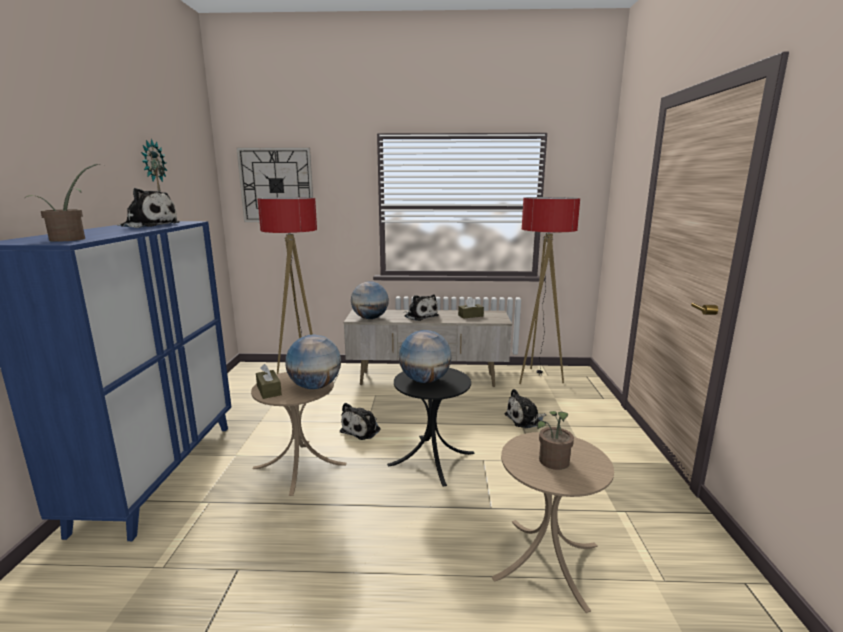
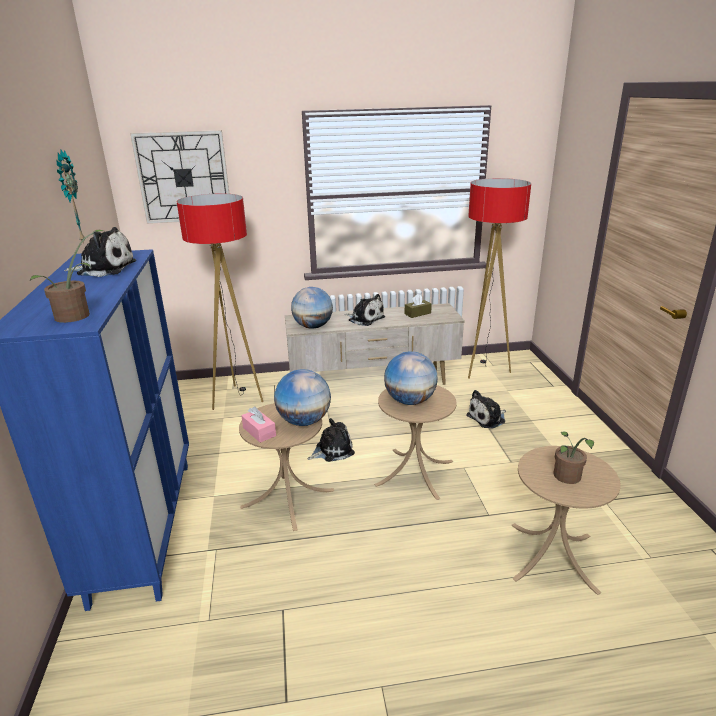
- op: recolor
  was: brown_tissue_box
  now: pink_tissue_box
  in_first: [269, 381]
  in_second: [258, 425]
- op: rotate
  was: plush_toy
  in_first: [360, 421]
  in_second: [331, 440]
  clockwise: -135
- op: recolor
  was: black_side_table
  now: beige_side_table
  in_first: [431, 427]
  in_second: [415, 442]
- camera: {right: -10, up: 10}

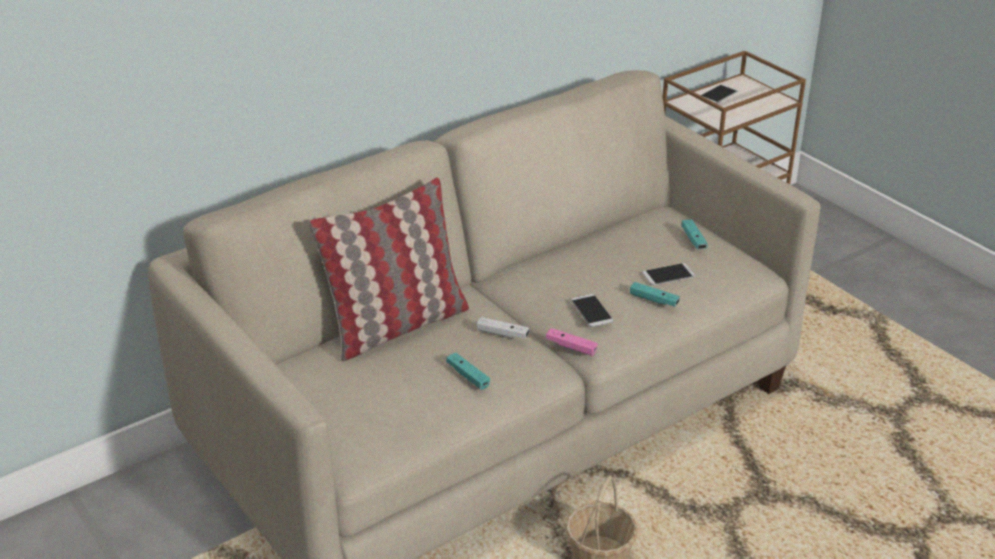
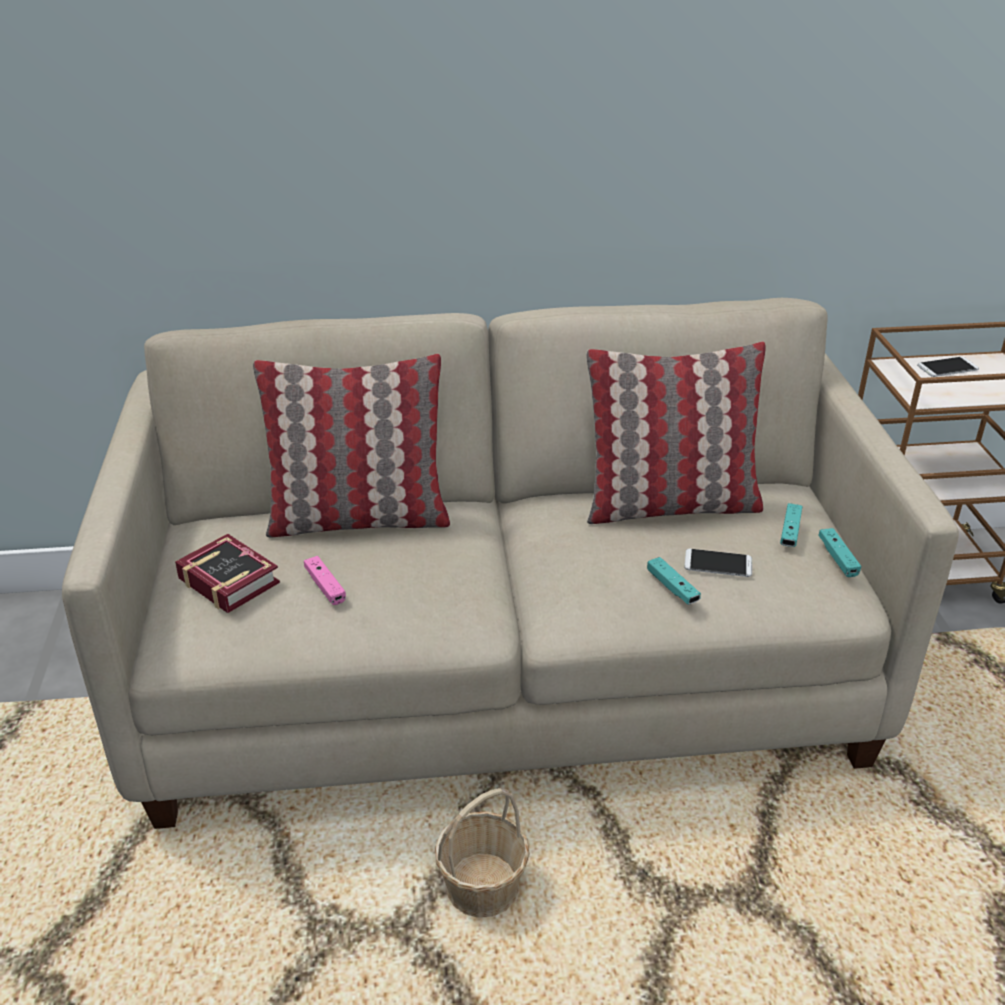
- op: insert
  now: book
  in_second: [227, 573]
- op: move
  was: pink_game_controller
  in_first: [572, 342]
  in_second: [325, 580]
- op: insert
  now: pillow
  in_second: [676, 432]
- op: move
  was: turquoise_game_controller
  in_first: [468, 371]
  in_second: [839, 552]
- op: delete
  was: white_game_controller
  in_first: [503, 328]
- op: delete
  was: phone
  in_first: [592, 310]
- camera: {right: 30, up: 0}

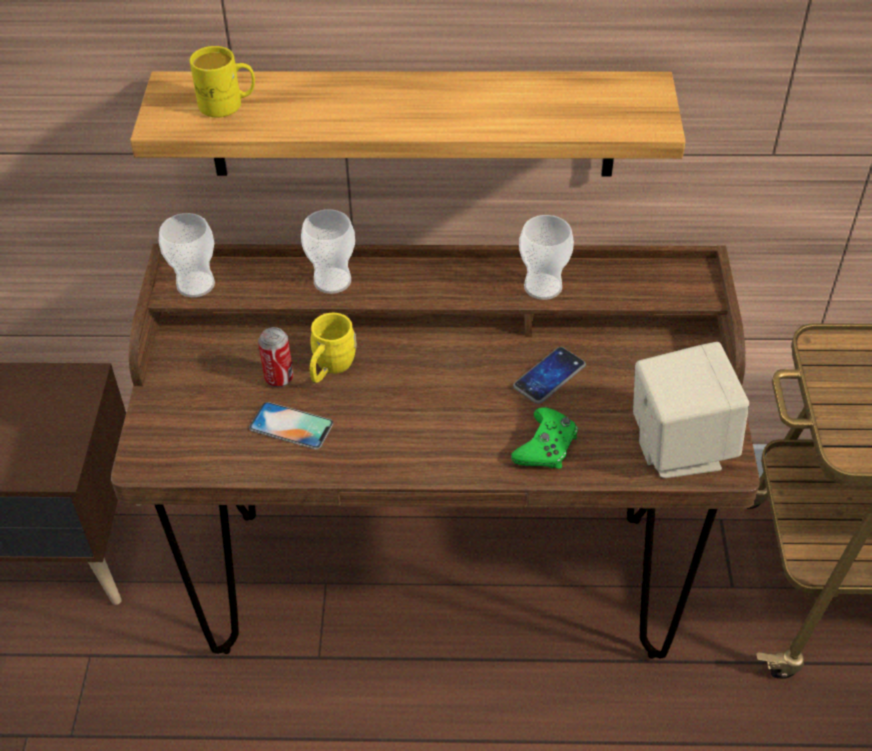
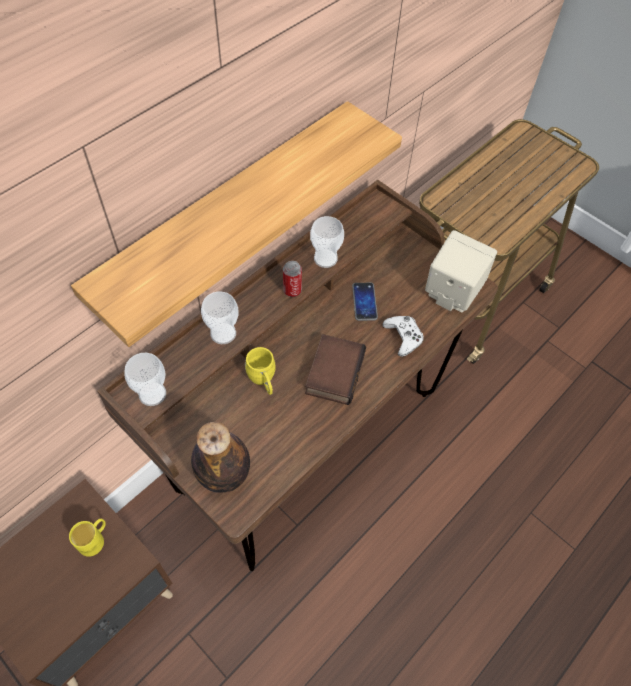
- op: move
  was: yellow_mug
  in_first: [222, 81]
  in_second: [87, 538]
- op: insert
  now: bottle
  in_second: [220, 457]
- op: move
  was: can
  in_first: [276, 357]
  in_second: [292, 279]
- op: insert
  now: book
  in_second: [335, 369]
- op: recolor
  was: green_game_controller
  now: white_game_controller
  in_first: [544, 438]
  in_second: [403, 336]
- op: delete
  was: phone
  in_first: [291, 425]
- camera: {right: -50, up: 10}

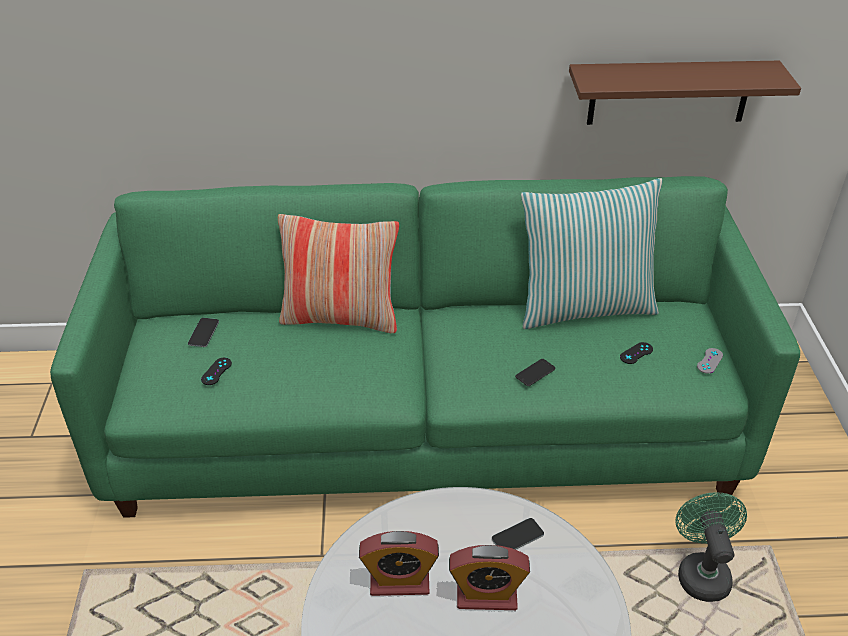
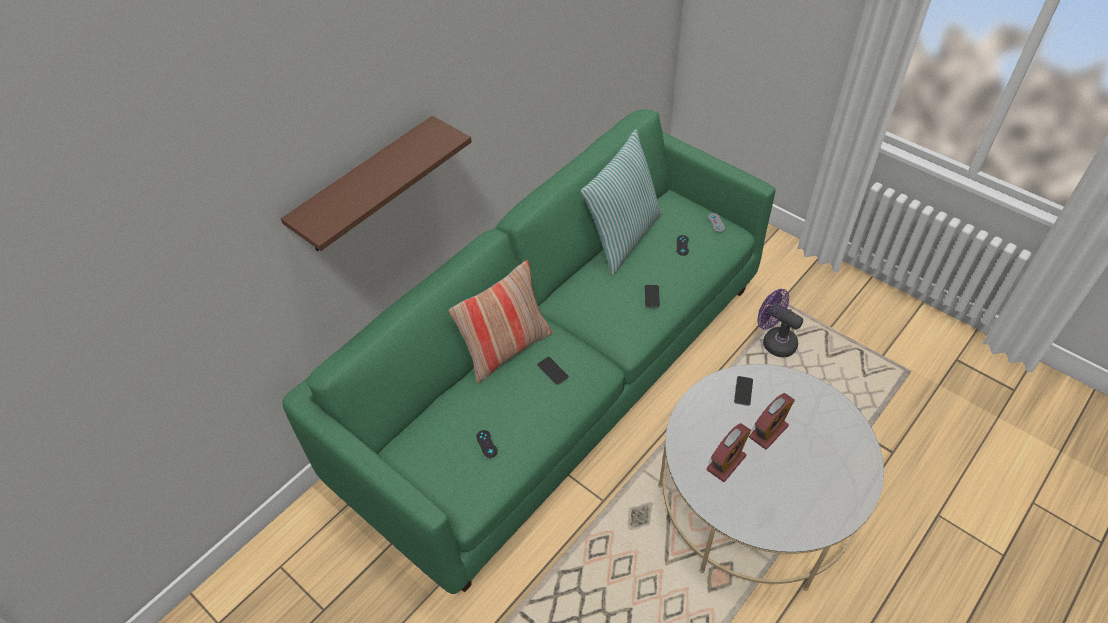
- op: move
  was: brown_shelf
  in_first: [685, 93]
  in_second: [376, 183]
- op: move
  was: phone
  in_first: [203, 332]
  in_second: [553, 371]
- op: recolor
  was: green_fan
  now: purple_fan
  in_first: [711, 547]
  in_second: [780, 323]
- camera: {right: -45, up: 10}

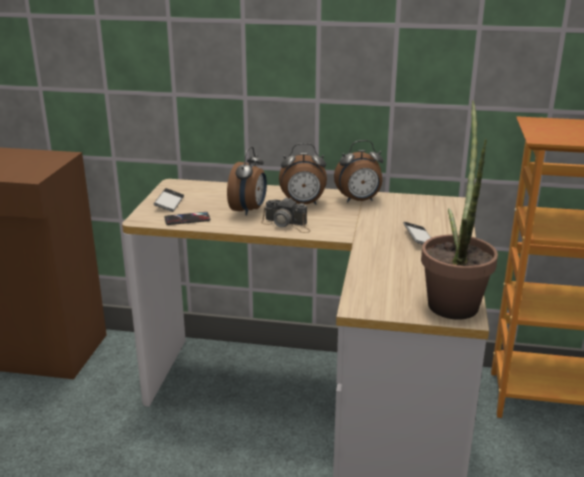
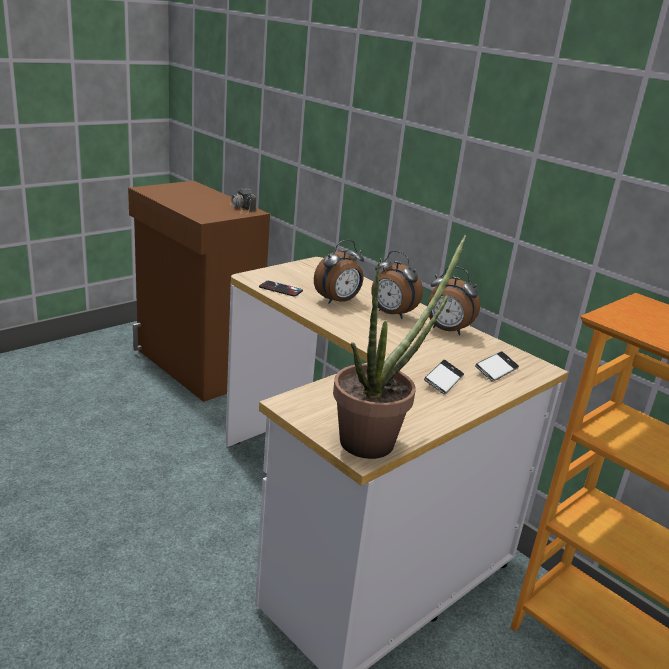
- op: move
  was: photo_camera
  in_first: [286, 215]
  in_second: [243, 201]
- op: move
  was: phone
  in_first: [169, 200]
  in_second: [497, 366]
- camera: {right: 35, up: 0}

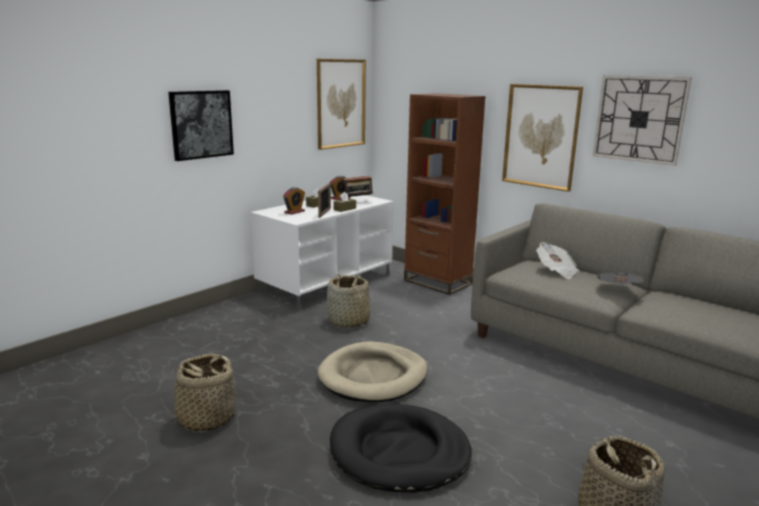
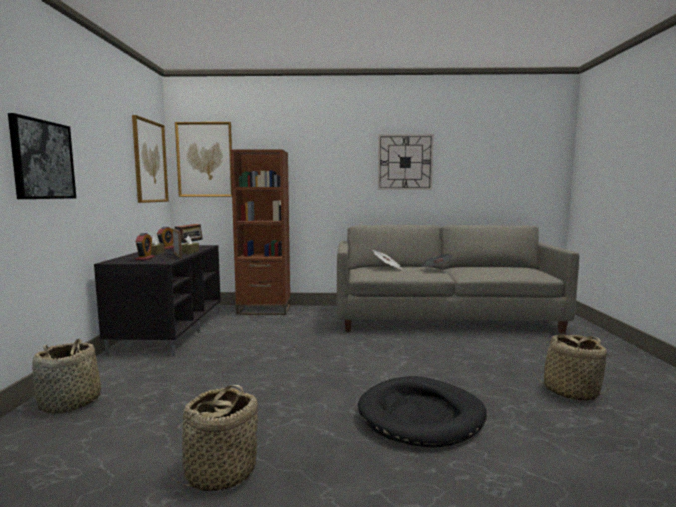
- op: move
  was: basket
  in_first: [348, 301]
  in_second: [66, 376]
- op: recolor
  was: white_tv_stand
  now: black_tv_stand
  in_first: [322, 252]
  in_second: [157, 300]
- op: move
  was: picture
  in_first: [542, 138]
  in_second: [203, 159]
- op: delete
  was: beige_dog_bed
  in_first: [373, 371]
- camera: {right: -40, up: -10}

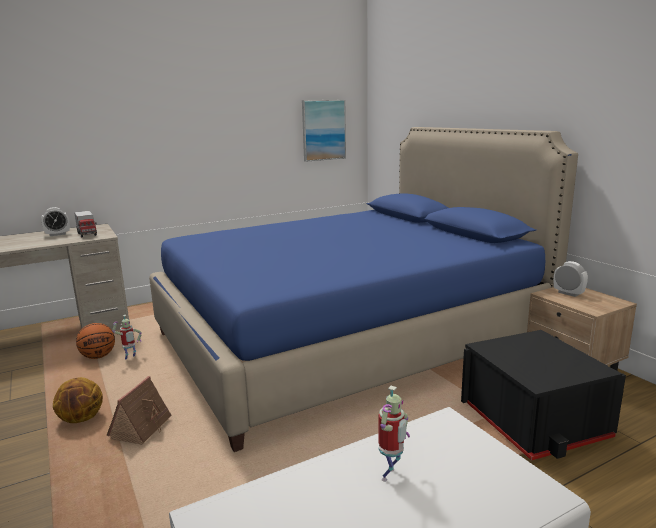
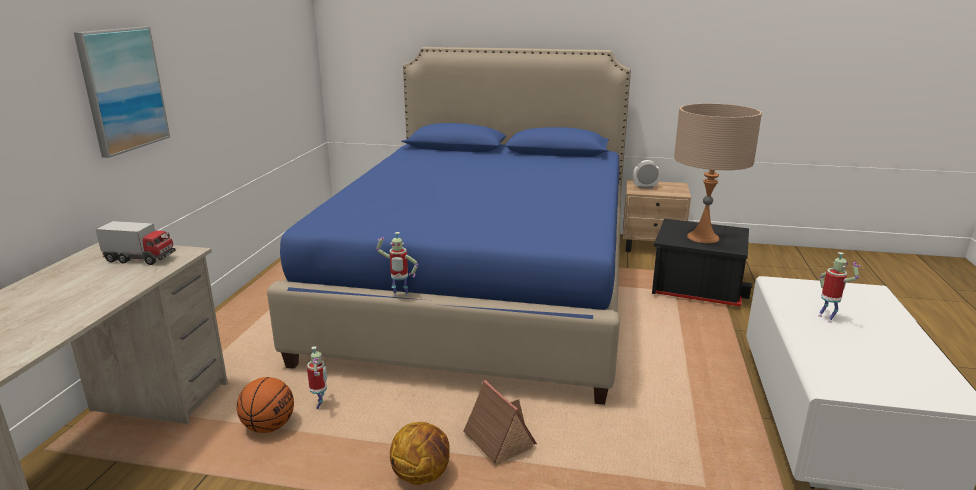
- op: move
  was: picture
  in_first: [324, 130]
  in_second: [122, 92]
- op: insert
  now: toy_robot
  in_second: [397, 264]
- op: insert
  now: beige_table_lamp
  in_second: [718, 173]
- op: delete
  was: alarm_clock
  in_first: [55, 221]
- camera: {right: -50, up: 5}

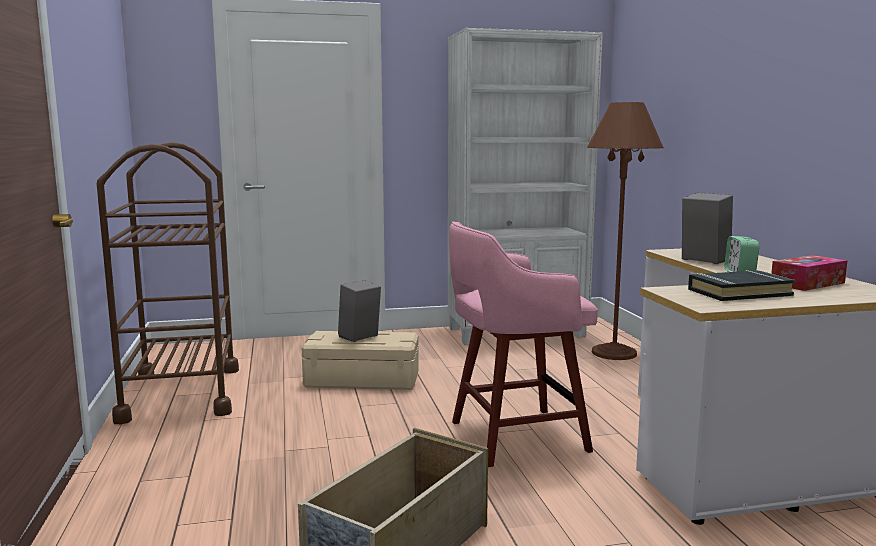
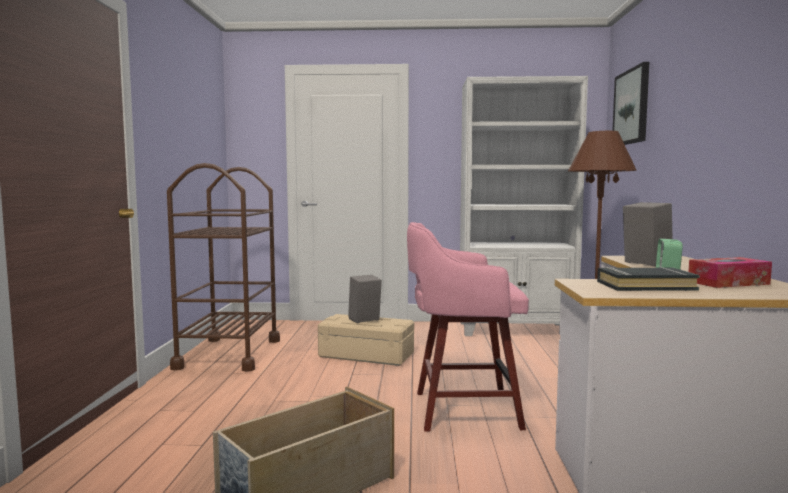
- op: insert
  now: picture
  in_second: [630, 103]
- camera: {right: 15, up: -5}

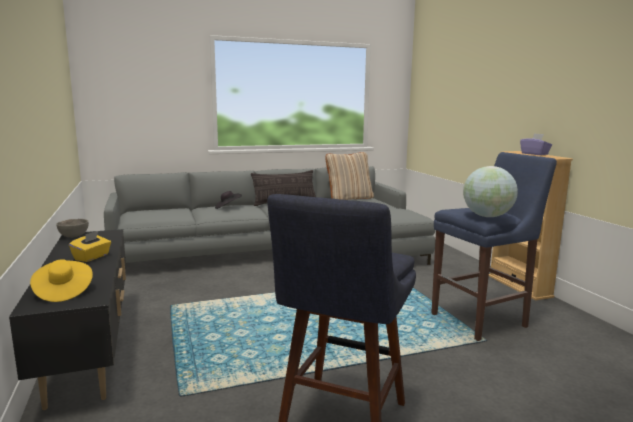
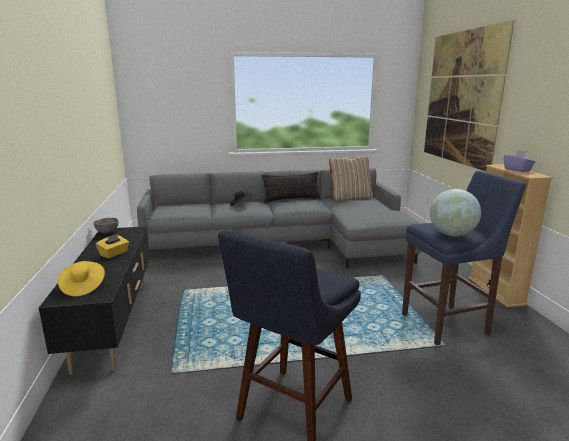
- op: insert
  now: picture
  in_second: [469, 96]
- camera: {right: 10, up: 5}

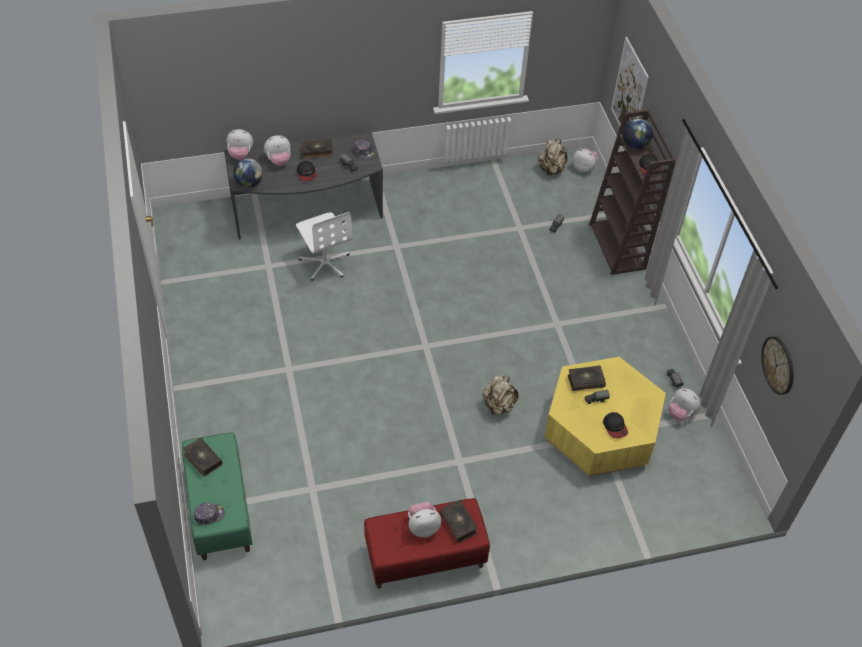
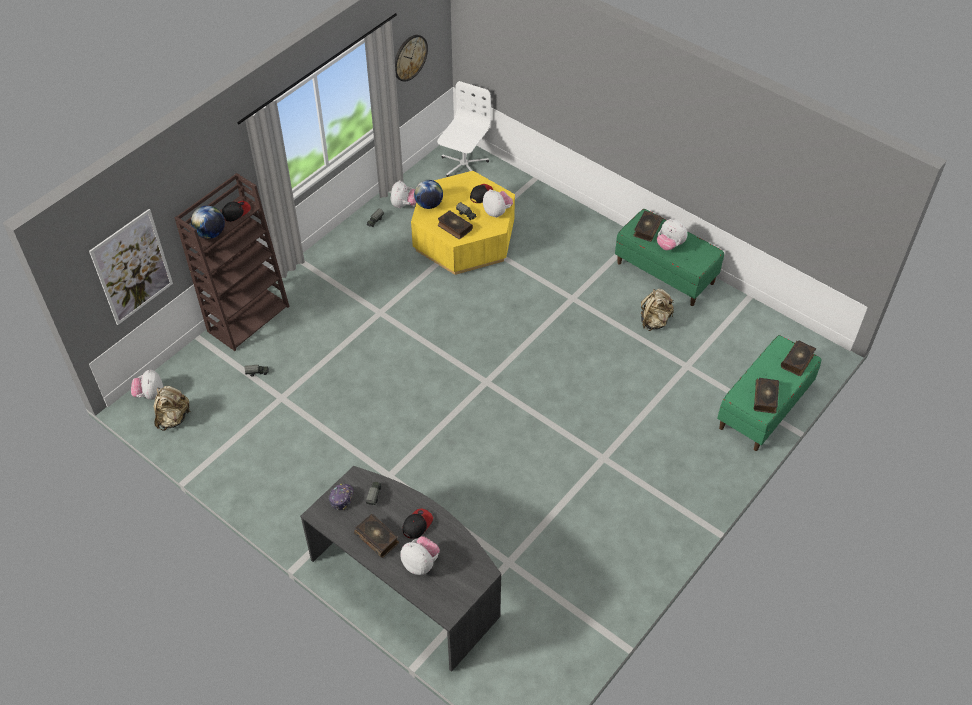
- op: move
  was: globe
  in_first: [248, 173]
  in_second: [428, 194]
- op: move
  was: white_office_chair
  in_first: [324, 246]
  in_second: [464, 129]
- op: move
  was: plush_toy
  in_first: [240, 144]
  in_second: [498, 203]
- op: recolor
  was: red_bench
  now: green_bench
  in_first: [427, 543]
  in_second: [669, 257]
- op: move
  was: beige_backpack
  in_first: [500, 395]
  in_second: [657, 310]
- op: replace
  was: cap
  now: book
  in_first: [209, 513]
  in_second: [798, 358]
- camera: {right: -125, up: 0}

